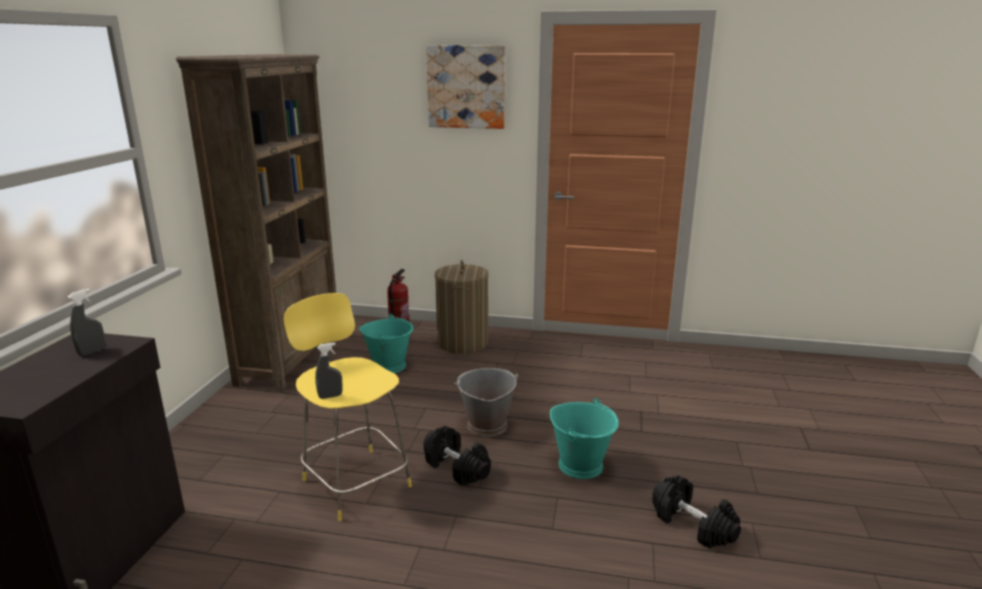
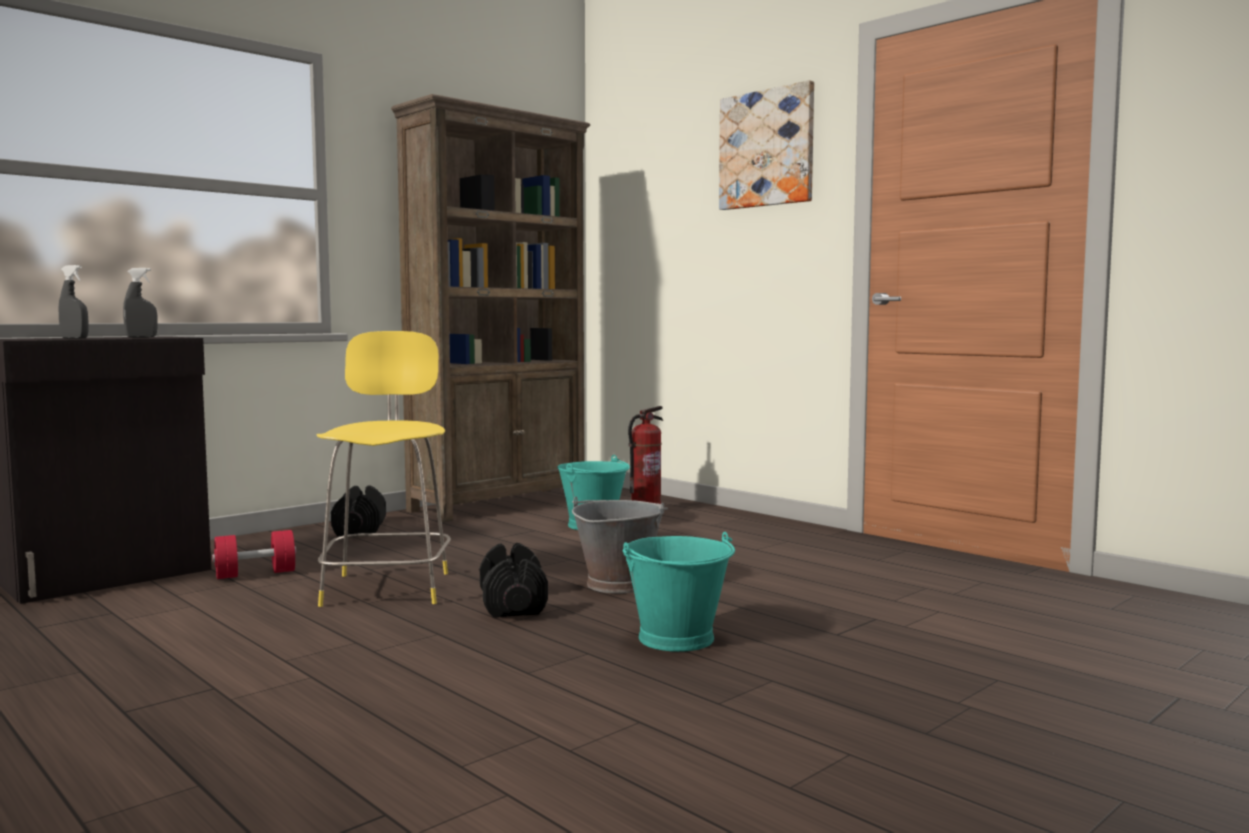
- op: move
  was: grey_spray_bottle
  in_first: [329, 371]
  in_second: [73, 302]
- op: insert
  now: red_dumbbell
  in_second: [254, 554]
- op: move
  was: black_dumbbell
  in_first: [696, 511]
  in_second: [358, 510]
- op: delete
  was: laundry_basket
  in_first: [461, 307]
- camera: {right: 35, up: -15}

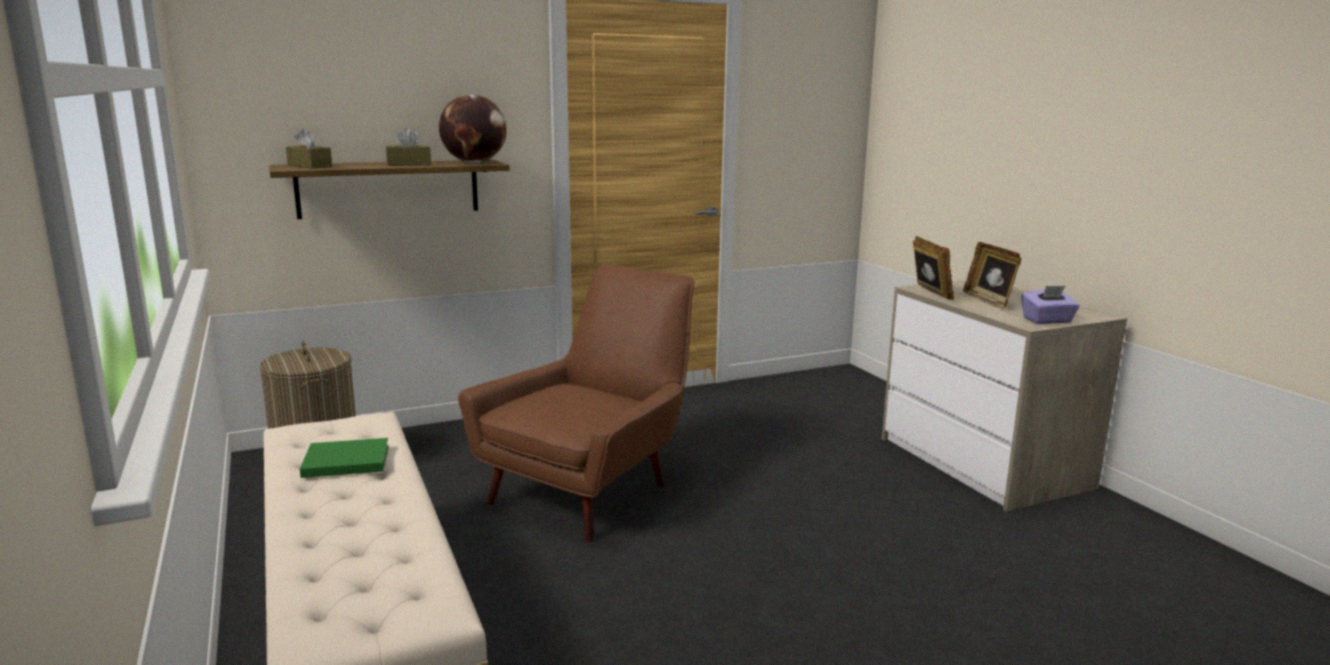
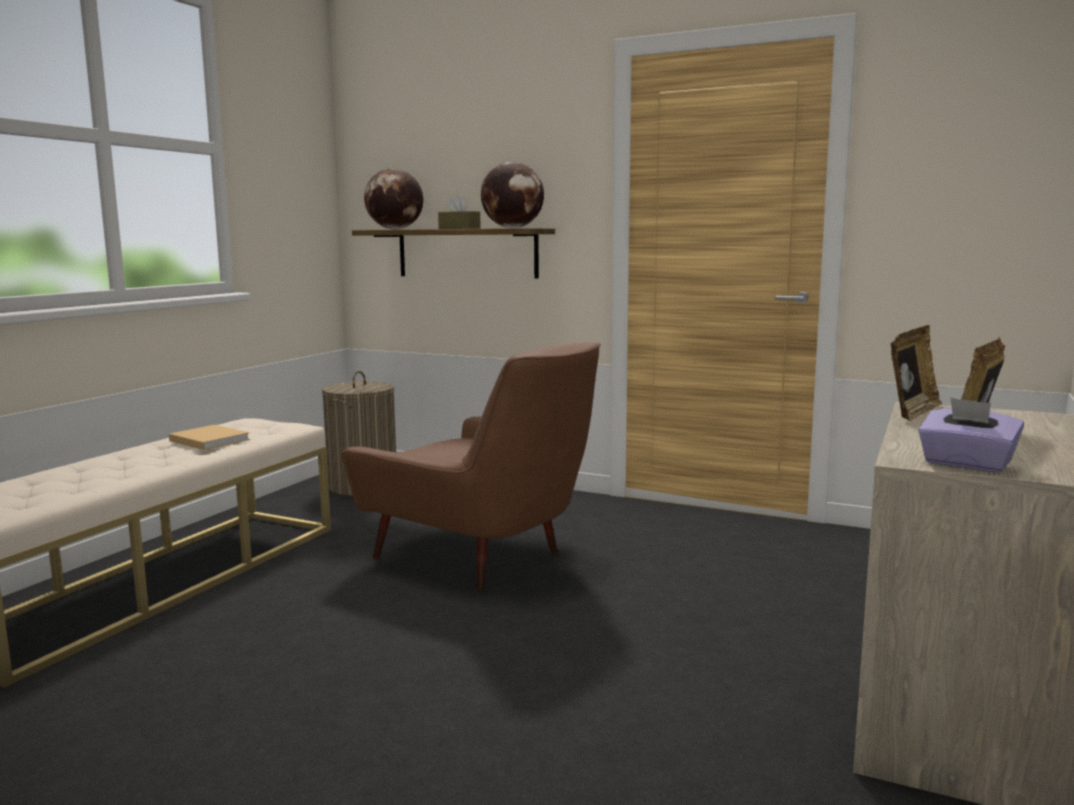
- op: recolor
  was: green_book
  now: beige_book
  in_first: [344, 458]
  in_second: [209, 437]
- op: rotate
  was: brown_armchair
  in_first: [576, 404]
  in_second: [471, 465]
  clockwise: 45
- op: replace
  was: brown_tissue_box
  now: globe
  in_first: [309, 148]
  in_second: [393, 199]
- camera: {right: 50, up: -5}

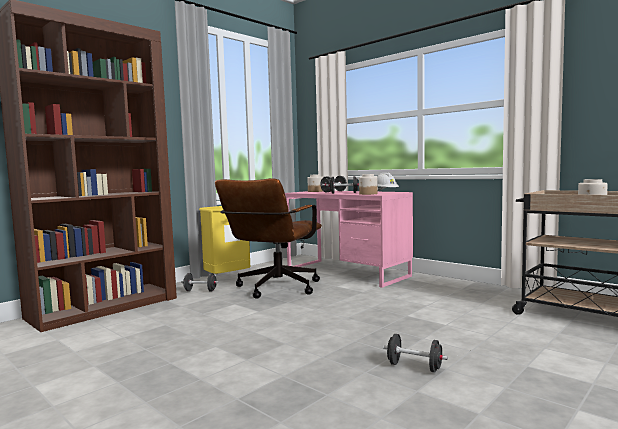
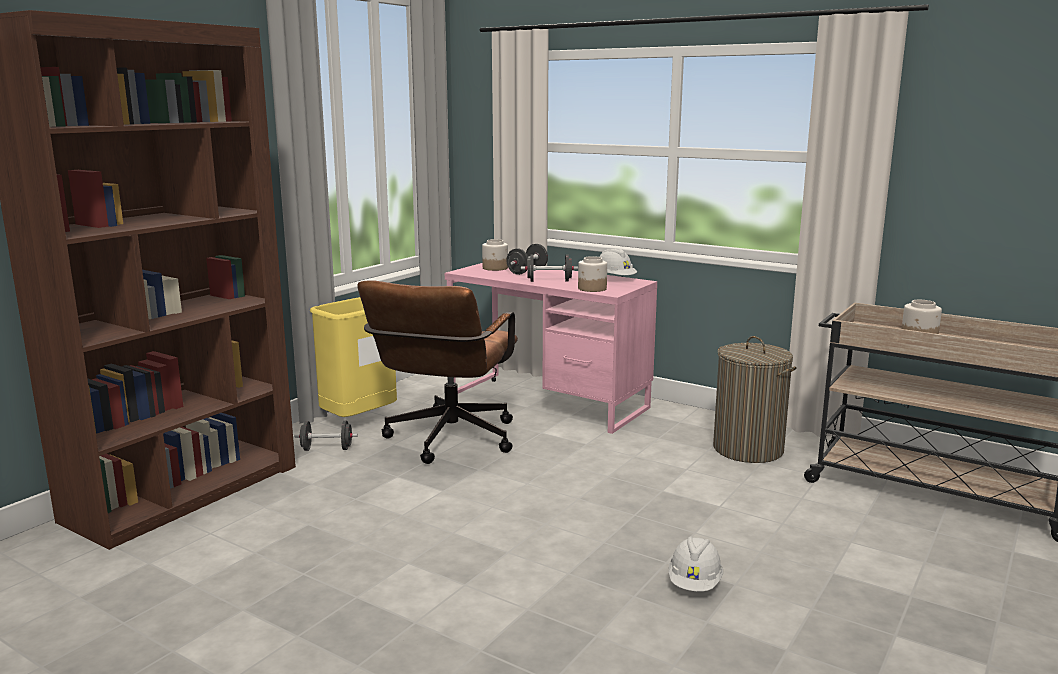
- op: replace
  was: black_dumbbell
  now: white_hard_hat
  in_first: [415, 353]
  in_second: [696, 563]
- op: insert
  now: laundry_basket
  in_second: [755, 399]
- camera: {right: -10, up: 10}

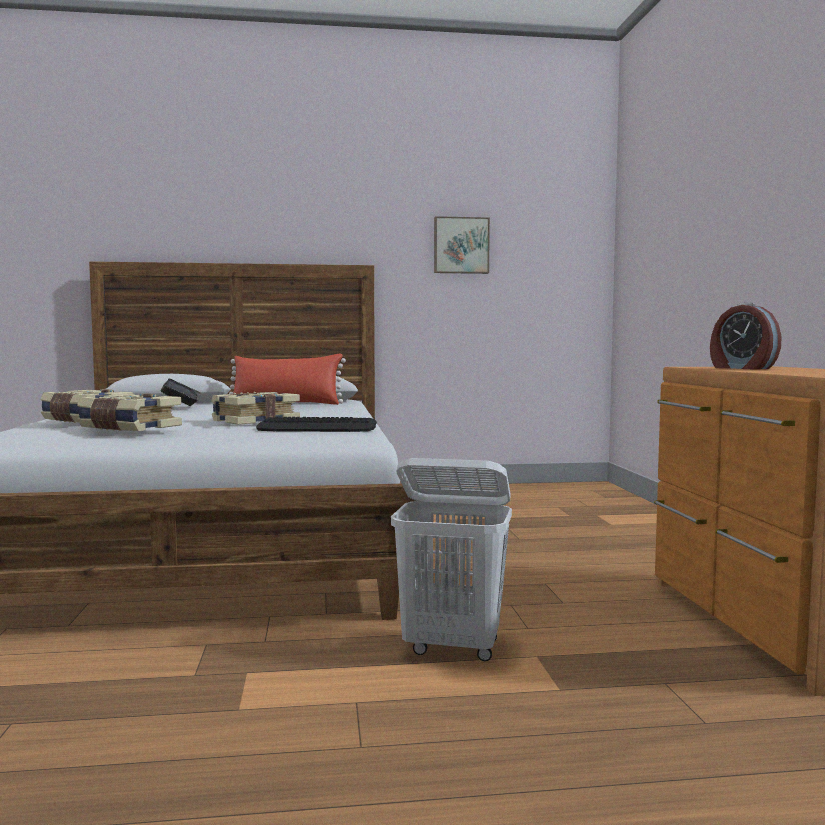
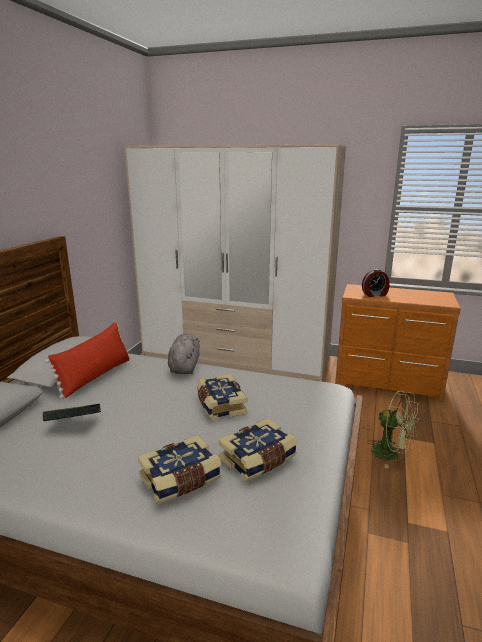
- op: insert
  now: wardrobe
  in_second: [235, 263]
- op: insert
  now: grey_plush_toy
  in_second: [184, 354]
- op: replace
  was: white_laundry_basket
  now: green_fan
  in_first: [451, 559]
  in_second: [393, 429]
- op: delete
  was: keyboard
  in_first: [316, 424]
- op: delete
  was: picture
  in_first: [462, 245]
- camera: {right: -65, up: 15}

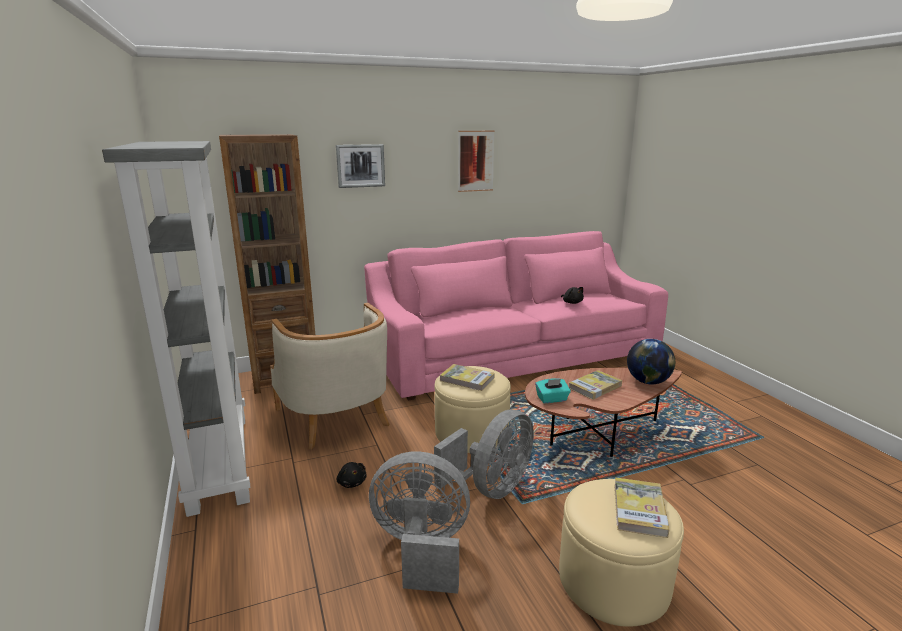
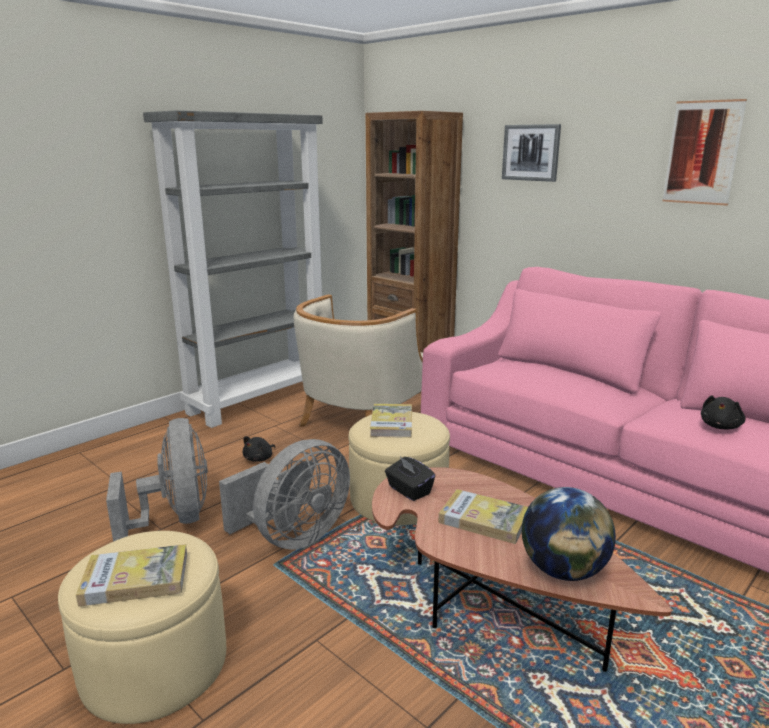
- op: rotate
  was: grey_fan
  in_first: [484, 454]
  in_second: [284, 494]
  clockwise: -60
- op: recolor
  was: turquoise_tissue_box
  now: black_tissue_box
  in_first: [553, 390]
  in_second: [410, 479]
- camera: {right: 65, up: 0}

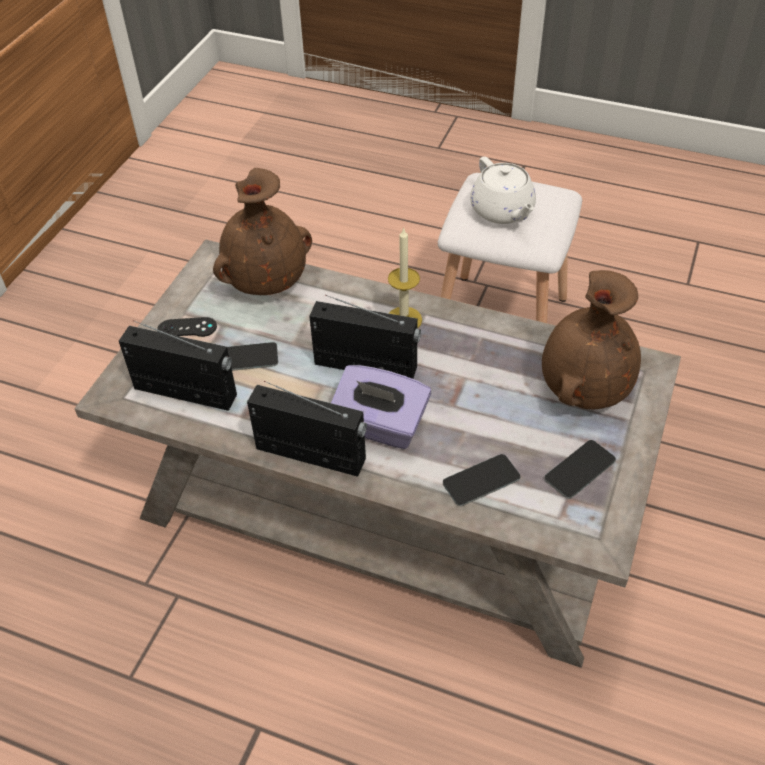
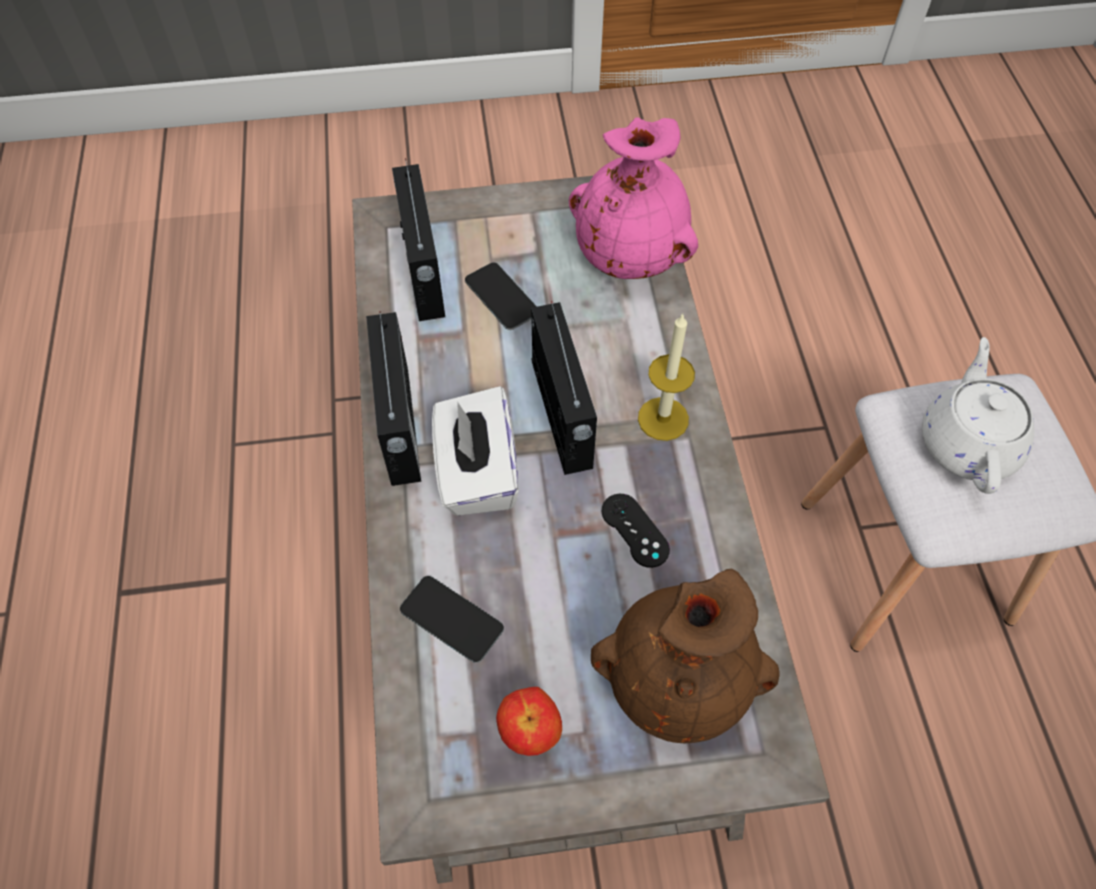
- op: recolor
  was: purple_tissue_box
  now: white_tissue_box
  in_first: [381, 407]
  in_second: [475, 451]
- op: replace
  was: phone
  now: apple
  in_first: [580, 469]
  in_second: [529, 721]
- op: recolor
  was: brown_vase
  now: pink_vase
  in_first: [262, 231]
  in_second: [633, 198]
- op: move
  was: black_game_controller
  in_first: [187, 327]
  in_second: [635, 531]
- op: rotate
  was: white_teapot
  in_first: [503, 190]
  in_second: [978, 415]
  clockwise: 150
- camera: {right: 60, up: 10}

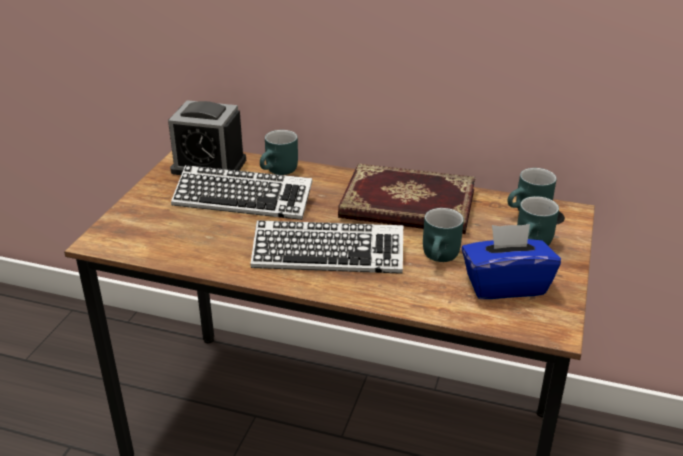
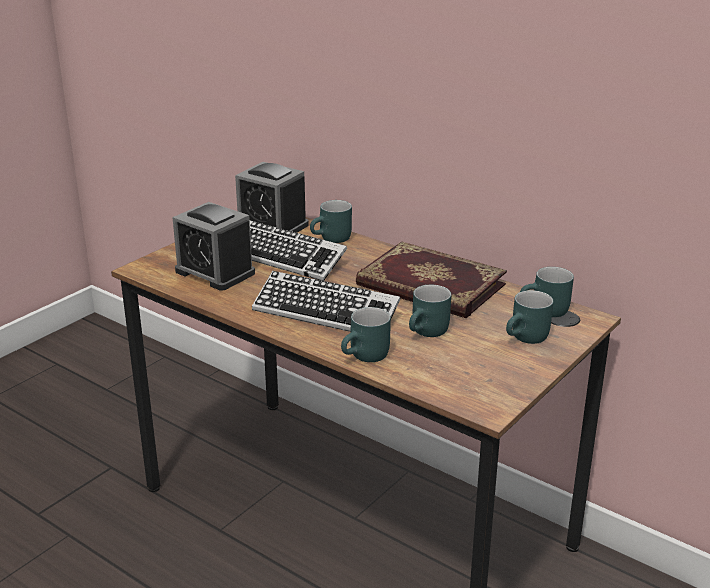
- op: insert
  now: alarm_clock
  in_second: [213, 246]
- op: insert
  now: turquoise_mug
  in_second: [366, 334]
- op: delete
  was: blue_tissue_box
  in_first: [511, 261]
- camera: {right: 20, up: -5}

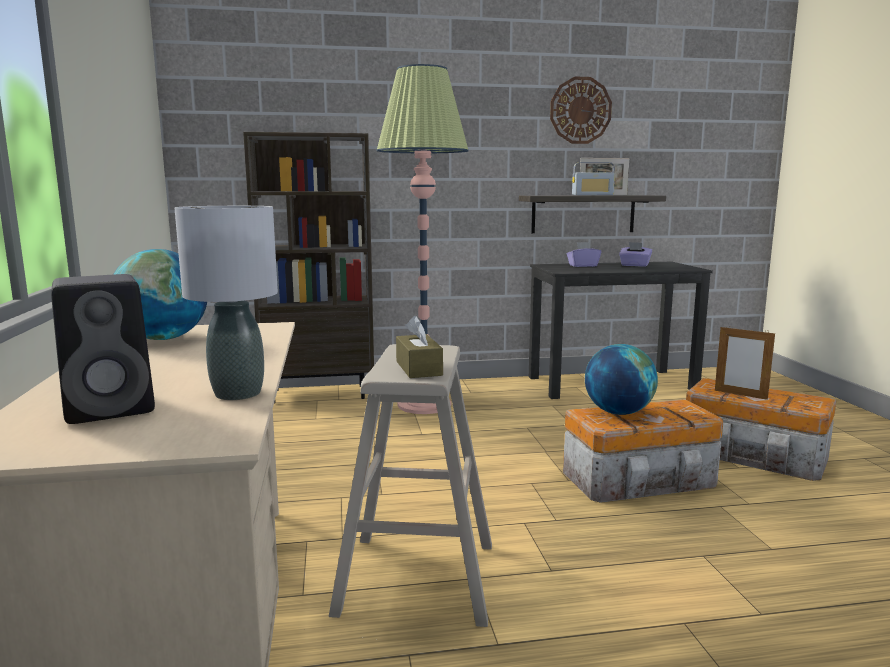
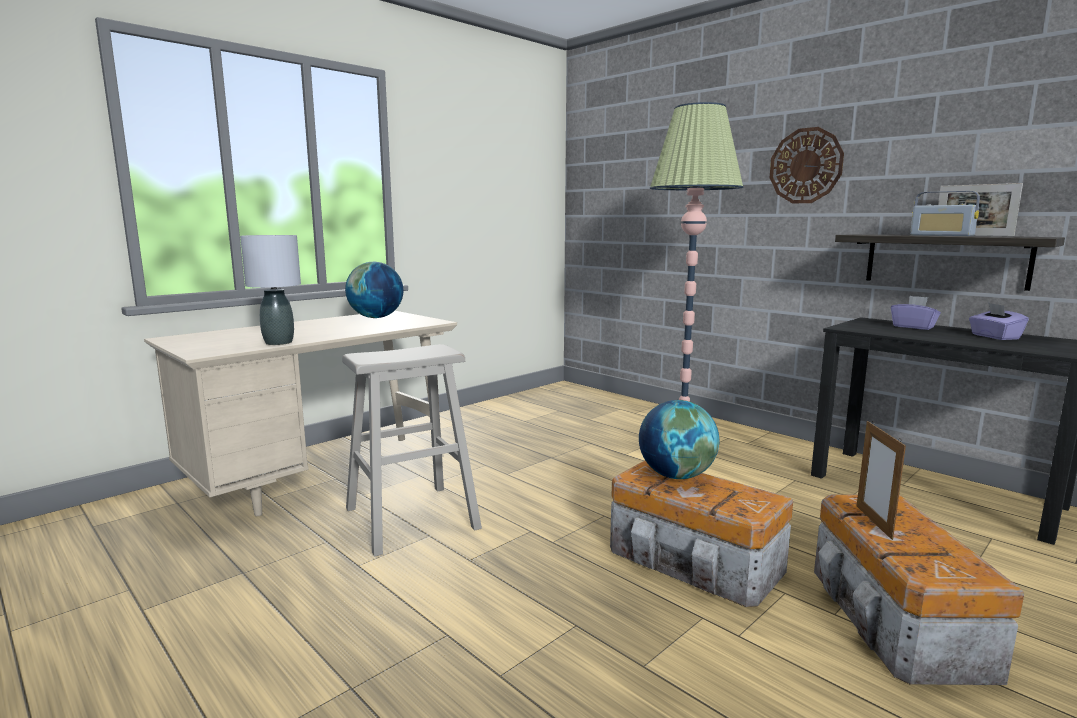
- op: move
  was: wall_clock
  in_first: [581, 110]
  in_second: [807, 165]
- op: delete
  was: black_speaker
  in_first: [103, 349]
- op: delete
  was: brown_bookcase
  in_first: [308, 267]
- op: delete
  was: brown_tissue_box
  in_first: [419, 347]
- camera: {right: 55, up: 0}

